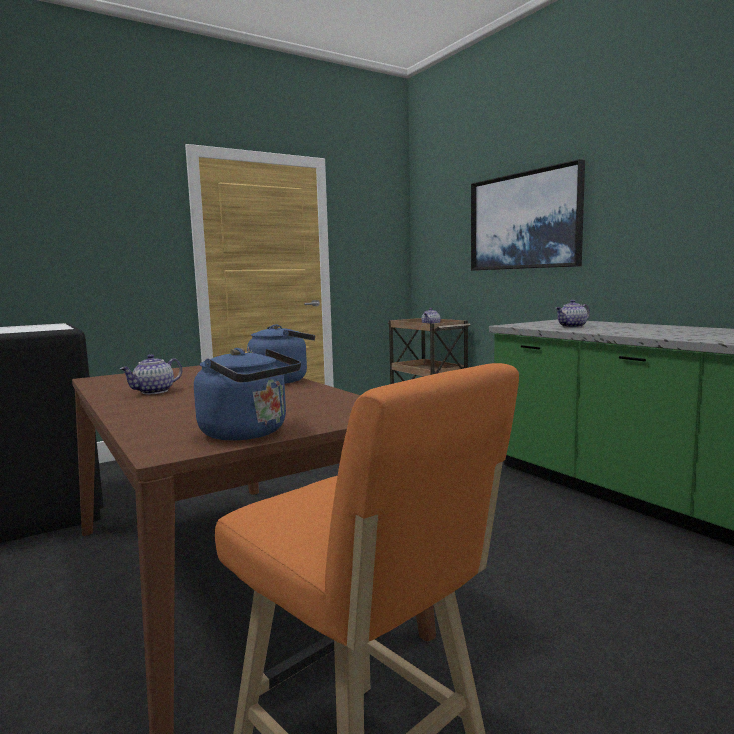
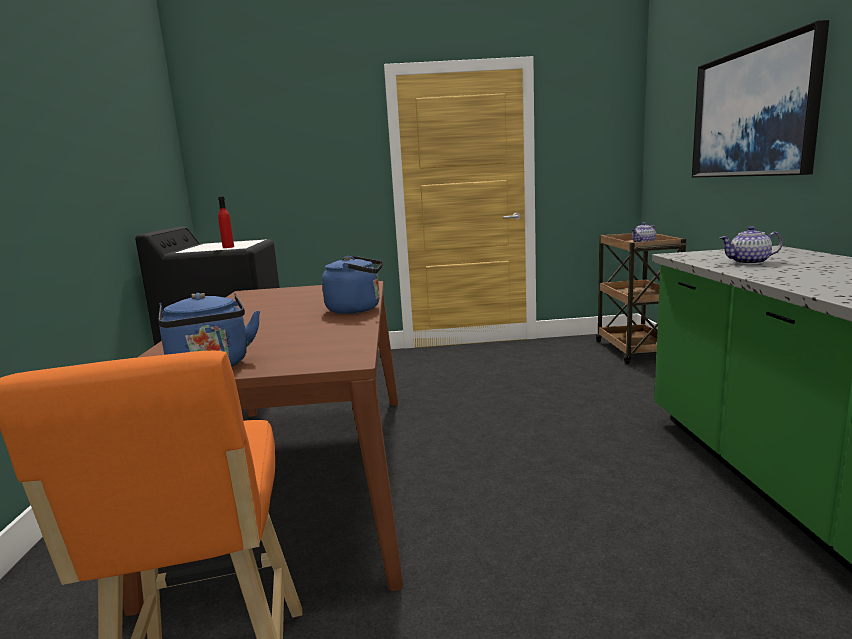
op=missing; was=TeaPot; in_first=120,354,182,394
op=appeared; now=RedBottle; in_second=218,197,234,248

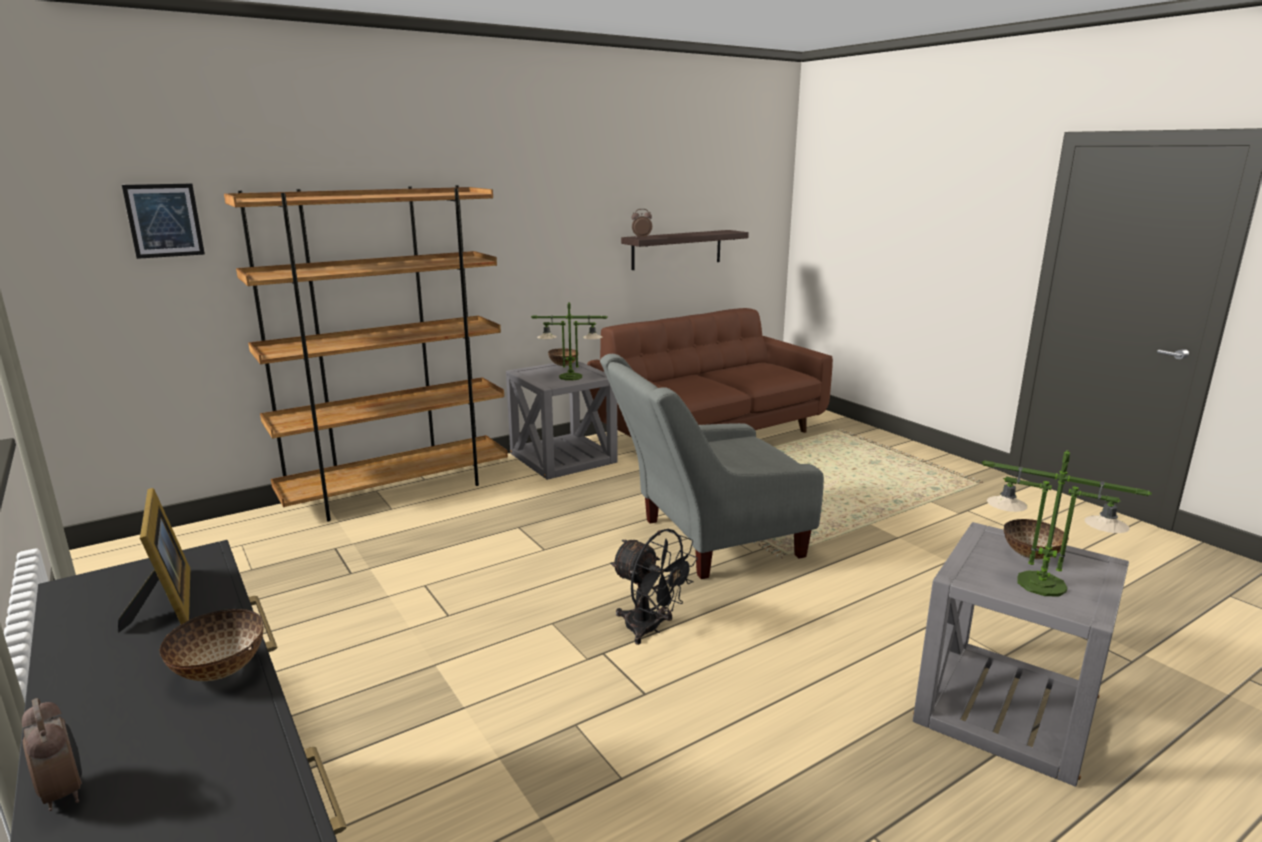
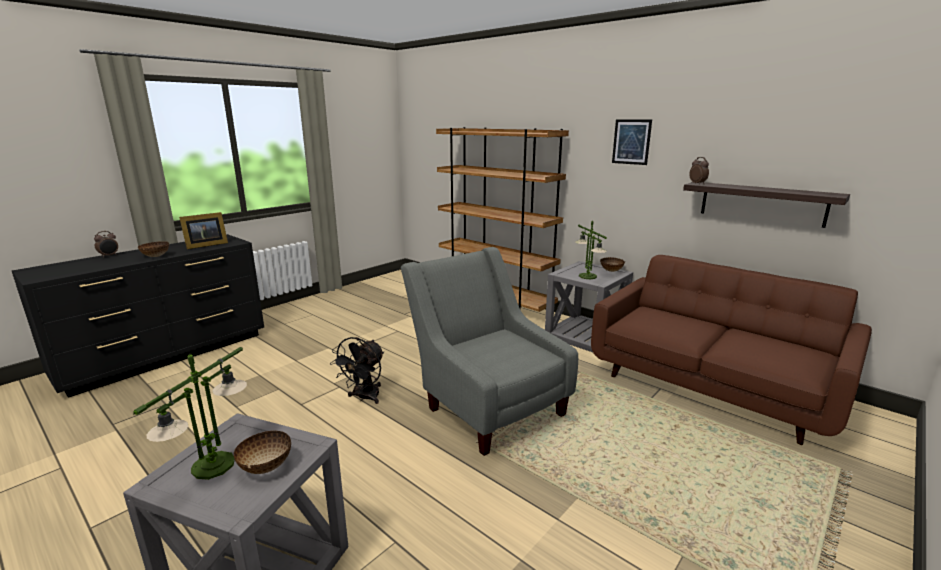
op=relocated; was=Picture; in_first=122,184,205,259; in_second=612,119,652,165

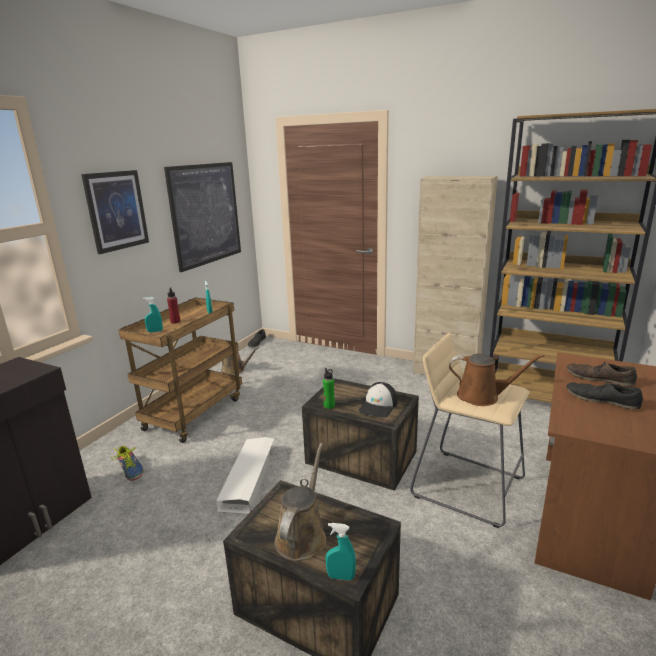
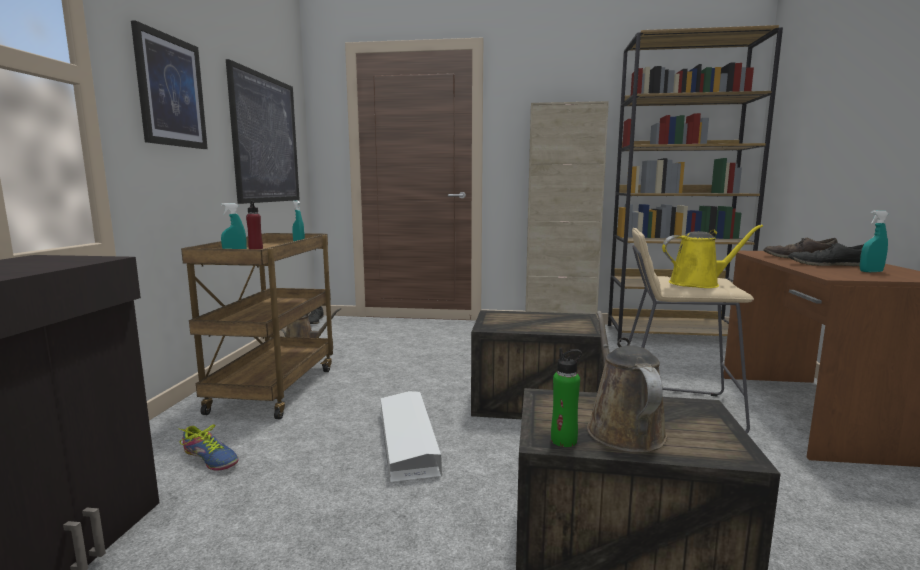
op=colour; was=BrownWateringCan; now=YellowishWateringCan; in_first=449,353,545,406; in_second=662,225,763,288
op=relocated; was=GreenColouredBottle; in_first=323,368,335,409; in_second=551,348,582,447
op=missing; was=Cap; in_first=358,382,397,418
op=relocated; was=TurquoiseColouredSprayer; in_first=326,523,356,580; in_second=860,210,889,272

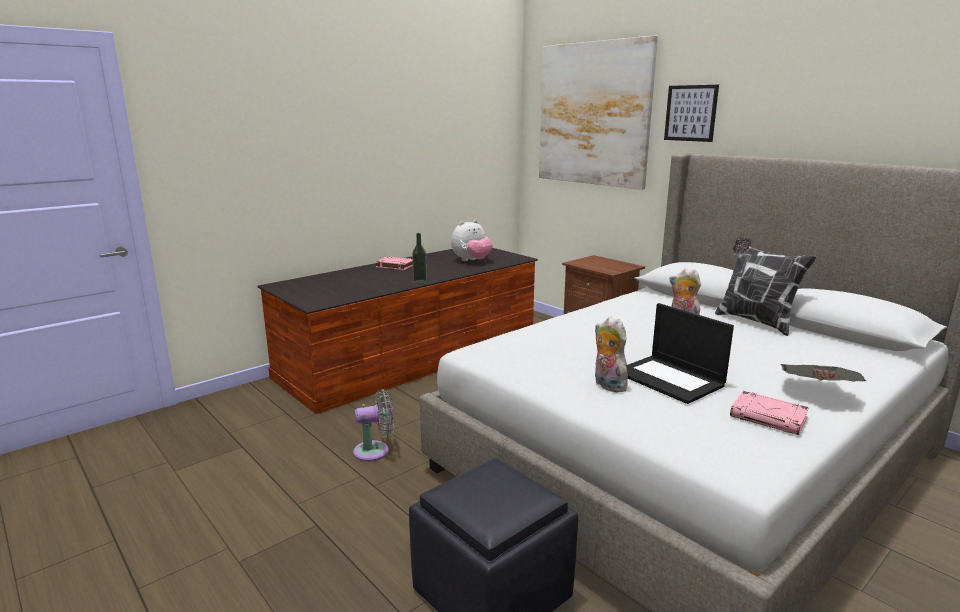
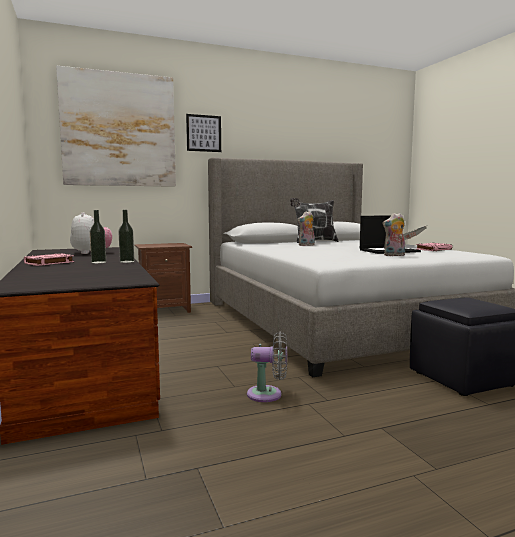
op=spun; was=GrayFan; in_first=353,389,394,462; in_second=247,332,287,402; clockwise=90
op=appeared; now=Bottle; in_second=90,210,106,263

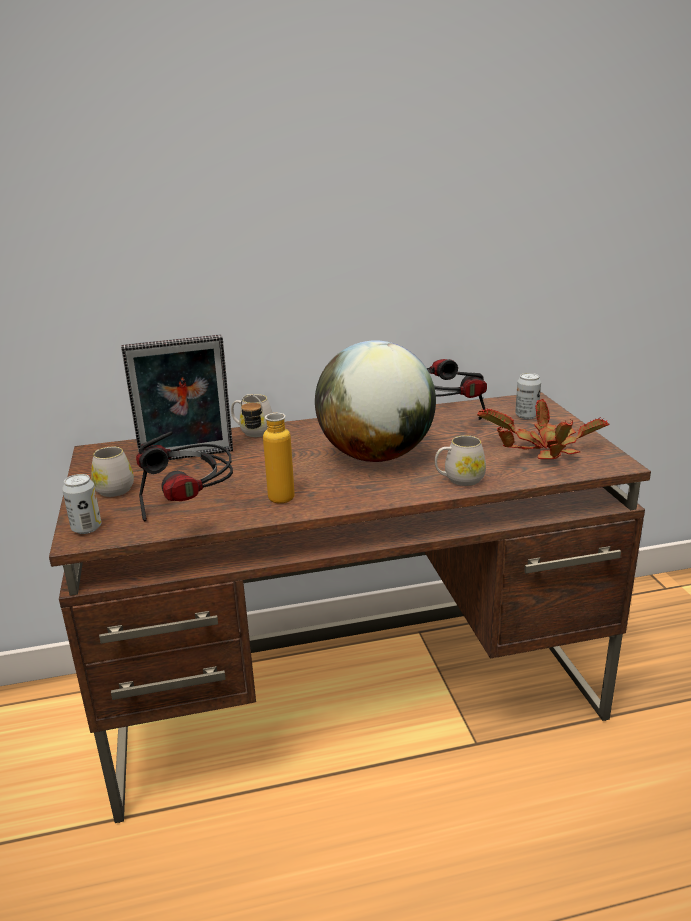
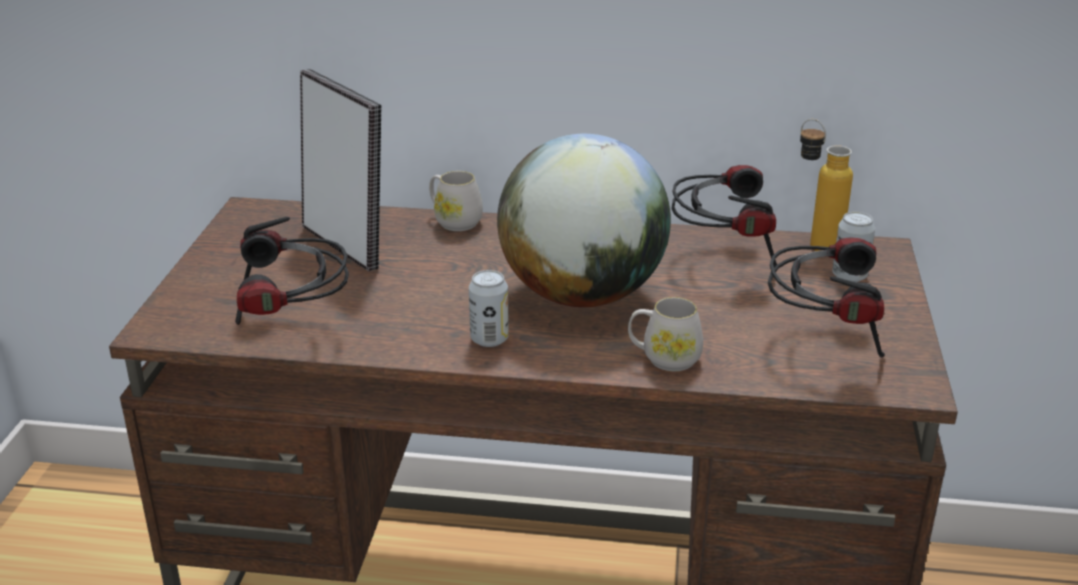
op=spun; was=StandingFrame; in_first=121,334,233,460; in_second=300,69,381,271; clockwise=-135
op=relocated; was=Bottle; in_first=241,394,295,504; in_second=800,119,853,251
op=exchanged; was=PlantInAPot; now=PairOfHeadphones; in_first=477,399,609,459; in_second=768,237,885,358
op=missing; was=WhitishCoffeeMug; in_first=91,447,134,497
op=relocated; was=SealedCan; in_first=62,474,101,534; in_second=469,270,509,347

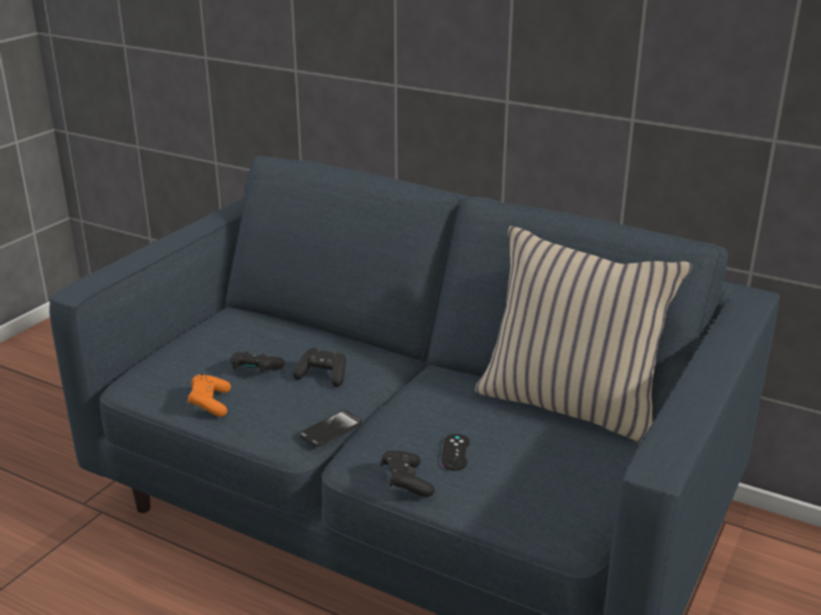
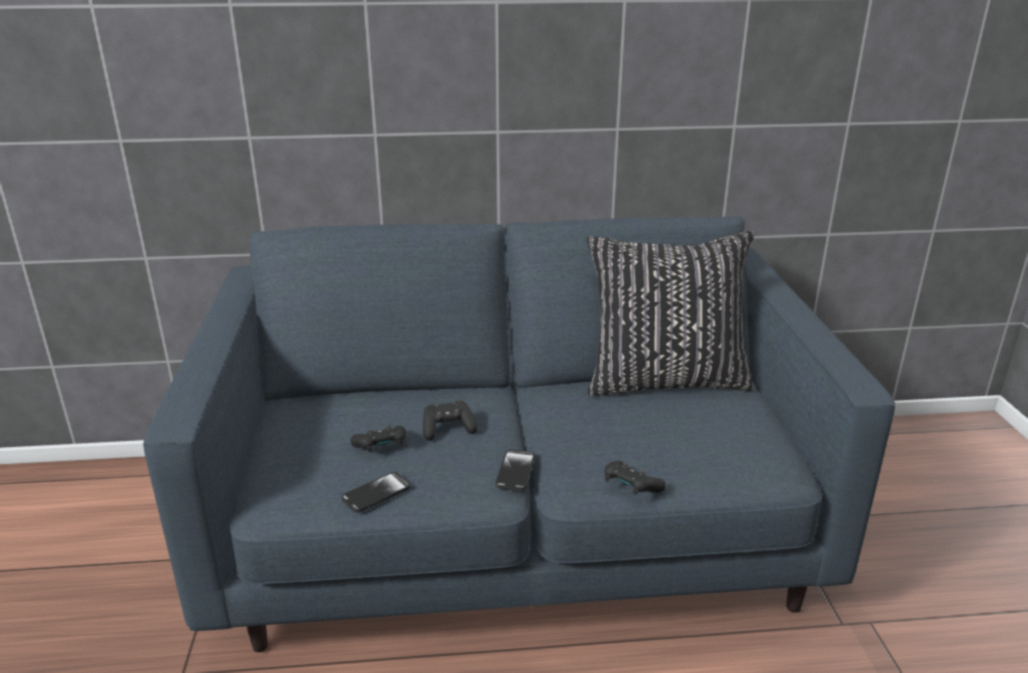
op=colour; was=BeigeThrowPillow; now=BlackishThrowPillow; in_first=475,226,693,444; in_second=587,231,754,396
op=exchanged; was=OrangeJoypad; now=Telephone; in_first=188,374,231,417; in_second=342,472,410,513
op=missing; was=BlackishJoypad; in_first=441,434,470,471

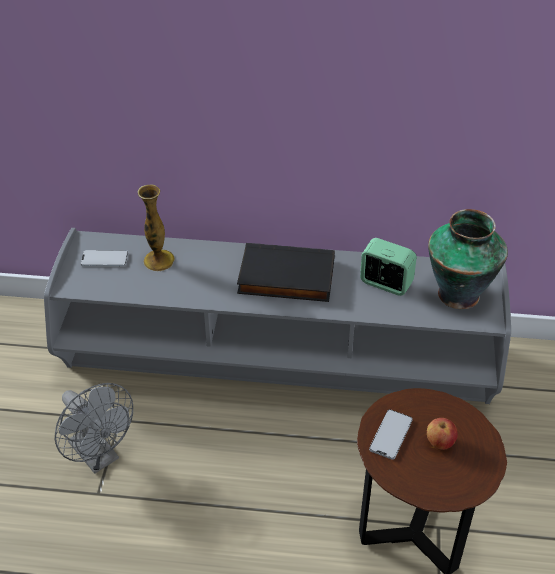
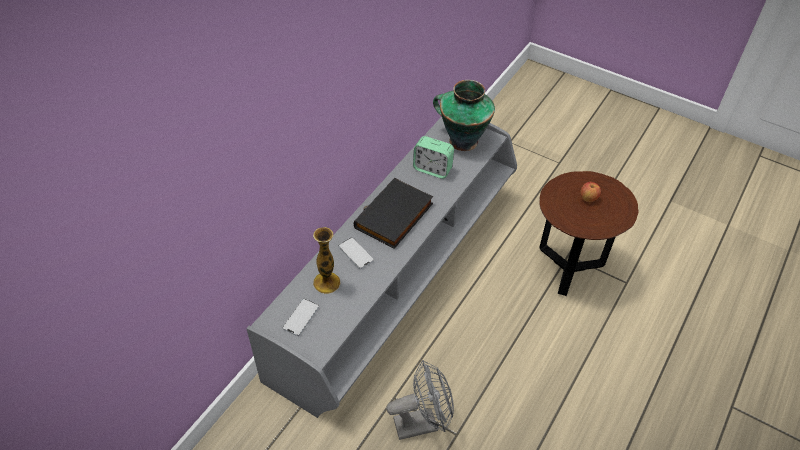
op=spun; was=BedsideClock; in_first=360,238,417,296; in_second=413,136,454,179; clockwise=-120
op=relocated; was=Telephone; in_first=369,409,413,460; in_second=338,237,374,269

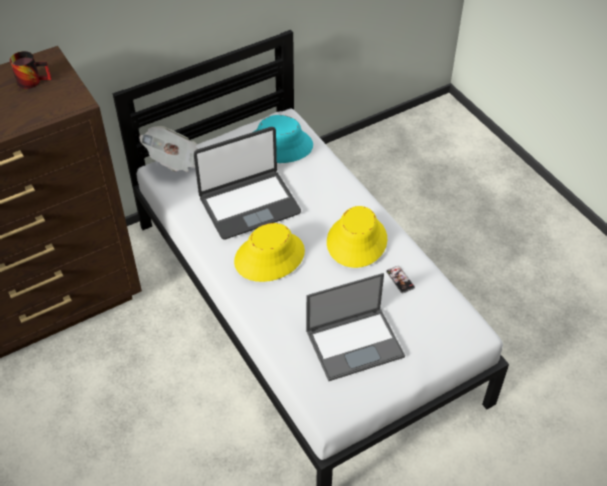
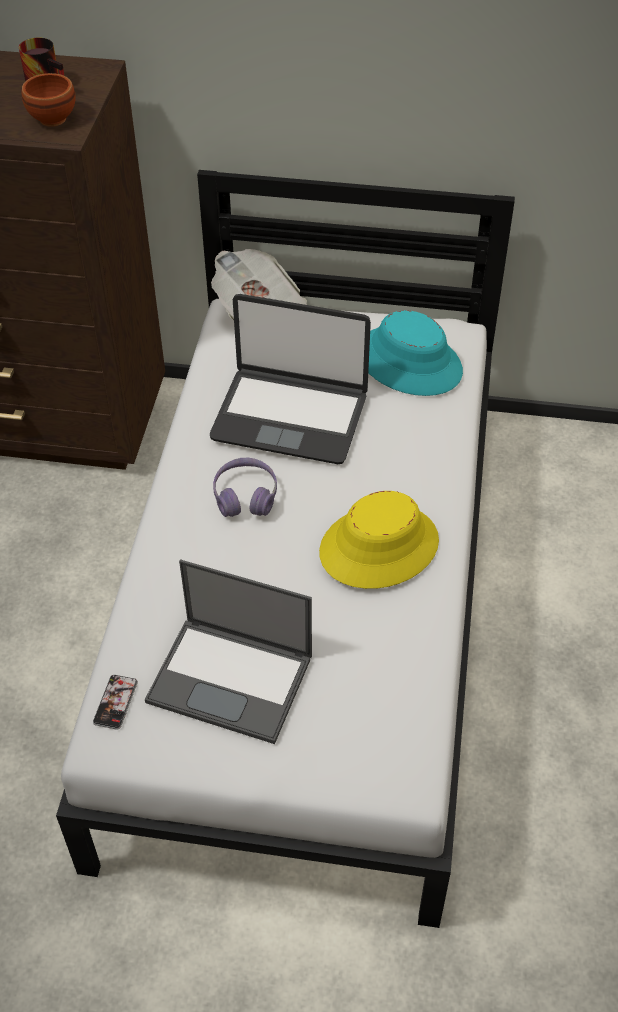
op=exchanged; was=YellowishHat; now=PurplePairOfHeadphones; in_first=234,223,305,282; in_second=213,458,277,517
op=relocated; was=Telephone; in_first=386,266,415,293; in_second=93,675,138,730
op=appeared; now=BrownDeepDish; in_second=21,73,76,127

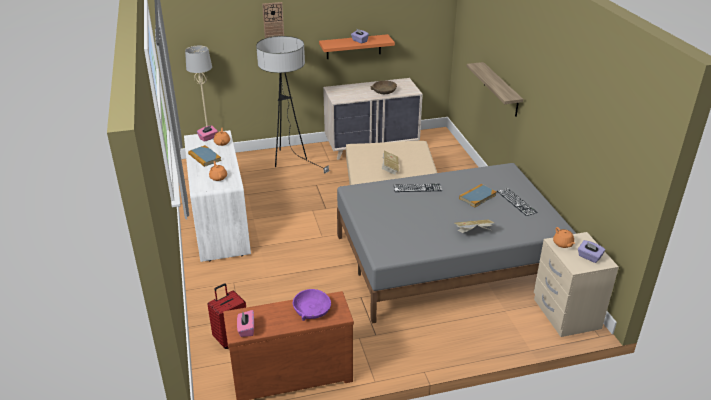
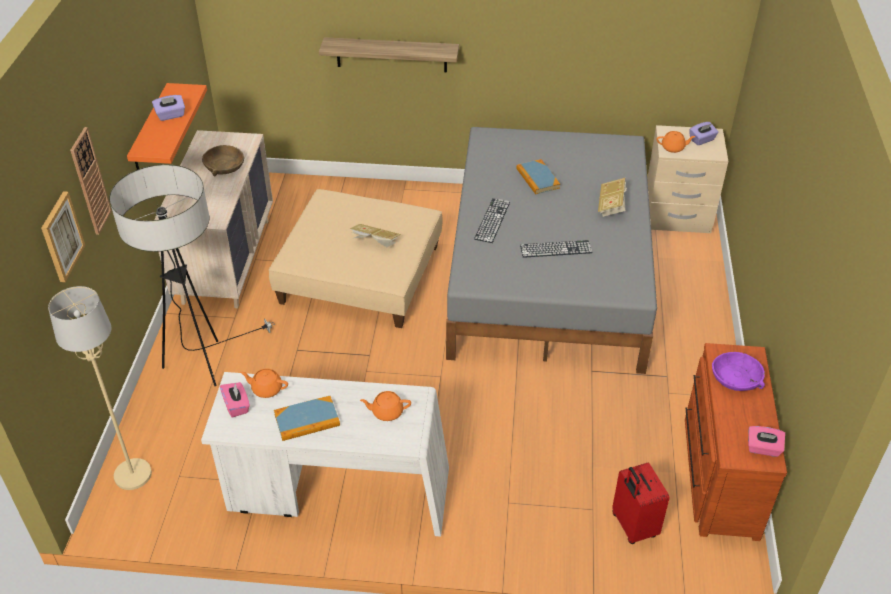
op=relocated; was=ComputerKeyboard; in_first=497,188,538,216; in_second=520,240,592,258
op=appeared; now=Picture; in_second=41,191,85,282

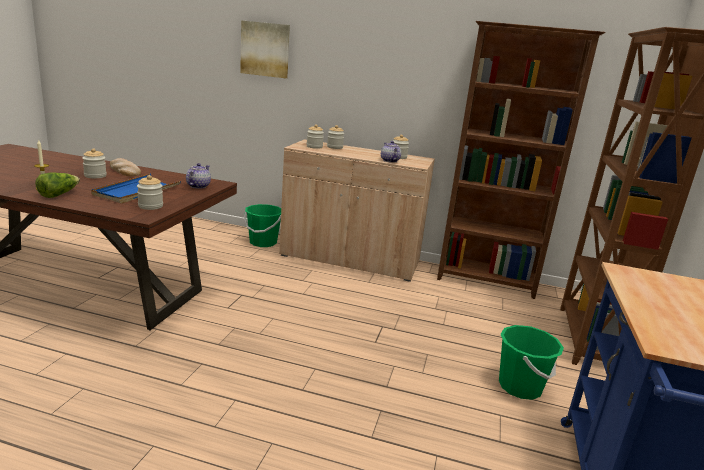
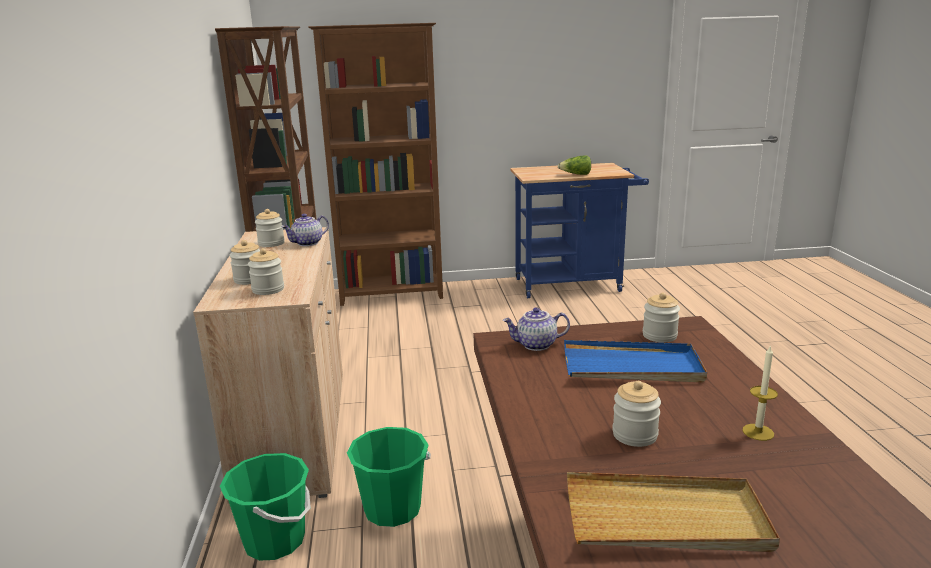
op=missing; was=Picture; in_first=240,20,290,78
op=missing; was=BakedBread; in_first=110,158,141,176
op=relocated; was=Lettuce; in_first=35,172,80,198; in_second=558,155,591,175
op=relocated; was=GreenColouredBucket; in_first=499,325,564,400; in_second=347,427,431,527
op=appeared; now=BeigeTray; in_second=567,472,780,552

